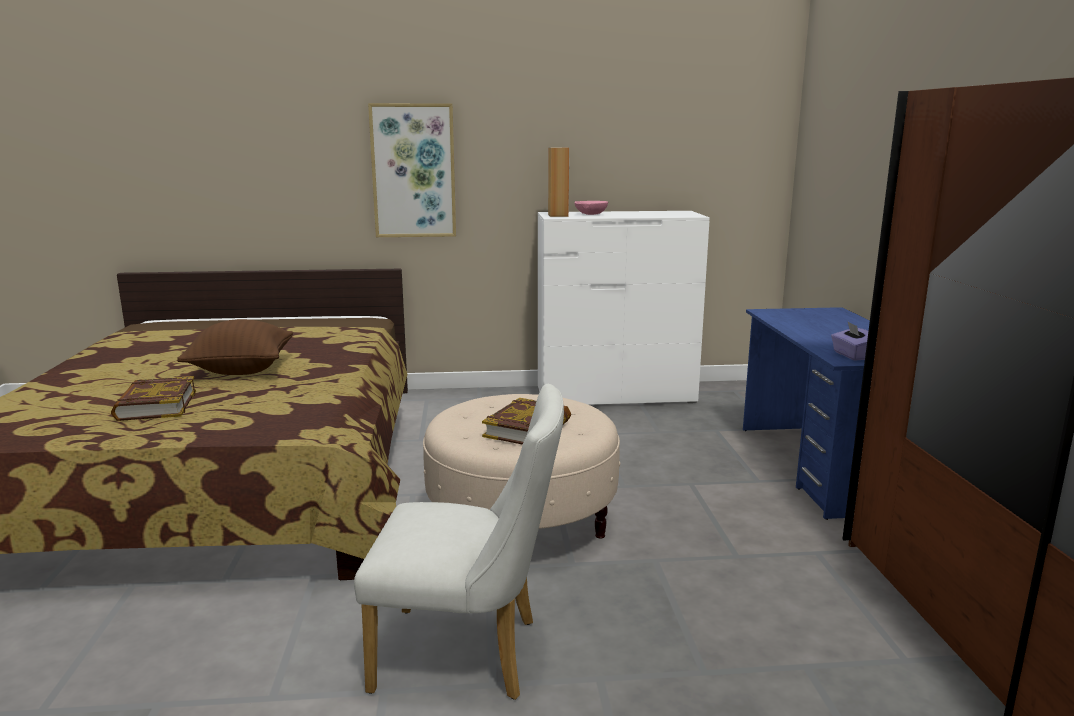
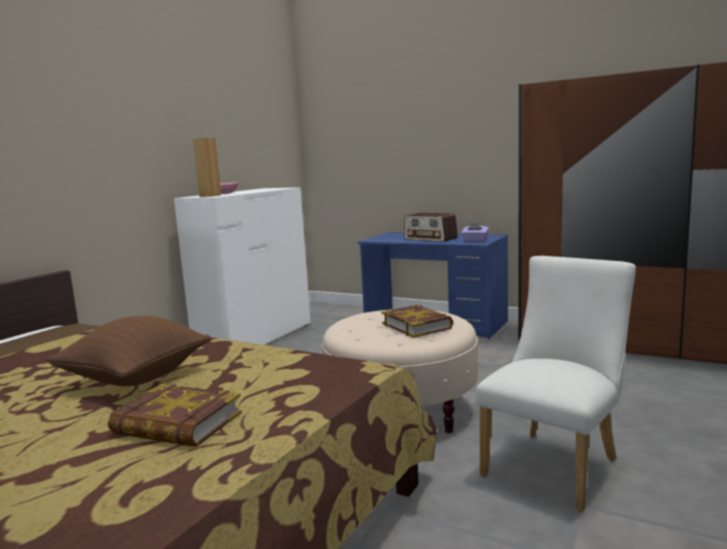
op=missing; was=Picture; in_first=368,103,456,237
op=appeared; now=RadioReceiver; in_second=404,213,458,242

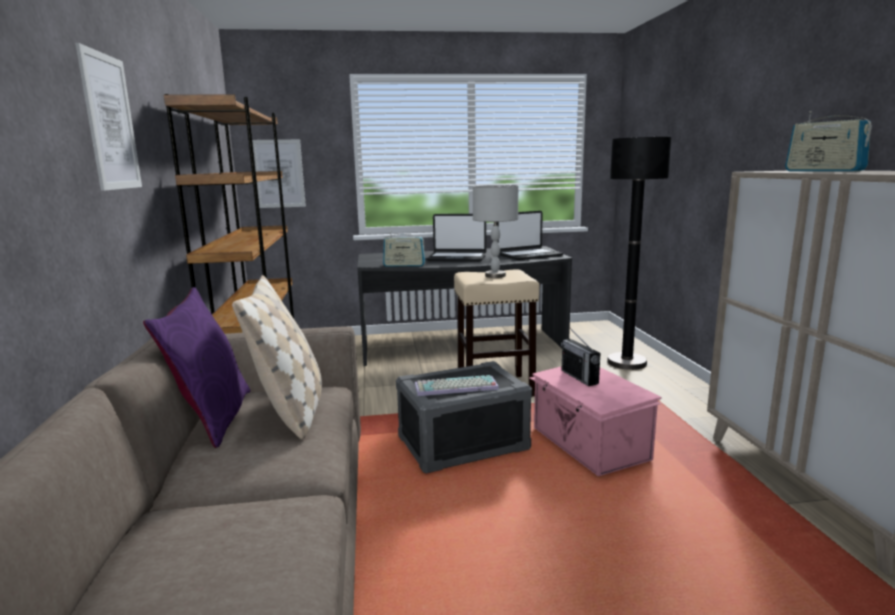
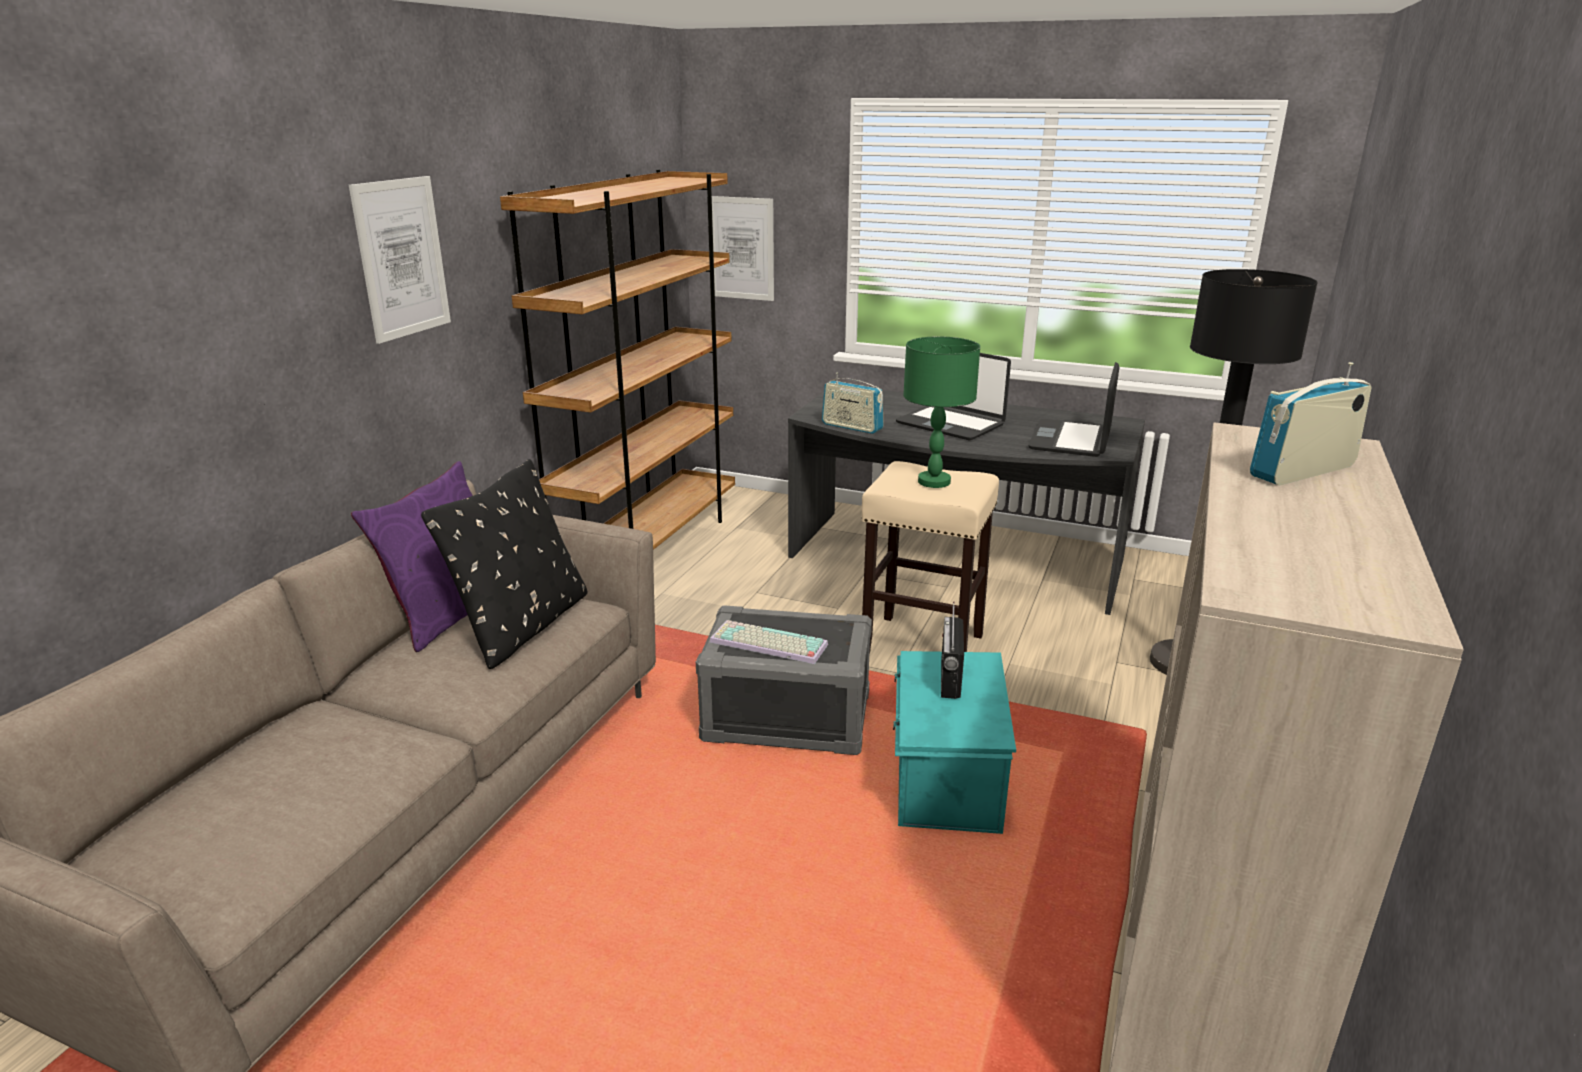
op=spun; was=RadioReceiver; in_first=785,111,872,171; in_second=1250,362,1372,486; clockwise=60
op=colour; was=GrayLampForATable; now=GreenColouredLampForATable; in_first=473,185,518,278; in_second=903,336,980,488
op=spun; was=Laptop; in_first=497,211,564,260; in_second=1028,362,1119,457; clockwise=105
op=colour; was=BeigeThrowPillow; now=BlackishThrowPillow; in_first=232,275,322,439; in_second=421,459,587,669
op=colour; was=PinkishStorageBin; now=TurquoiseColouredStorageBin; in_first=530,366,661,476; in_second=893,651,1016,834

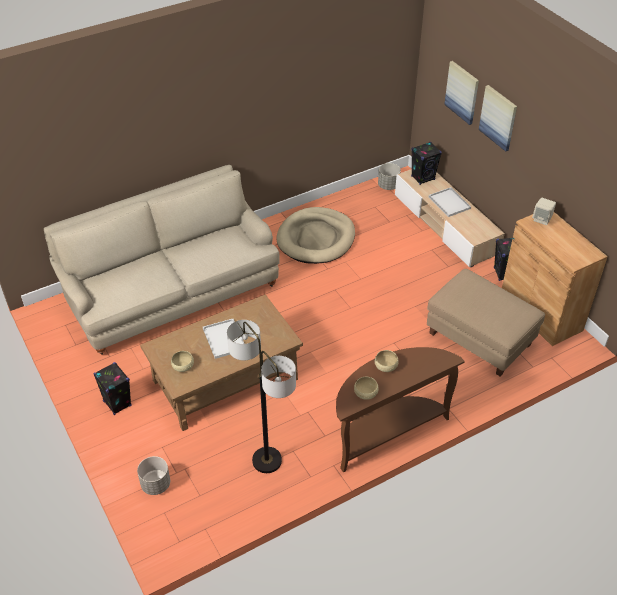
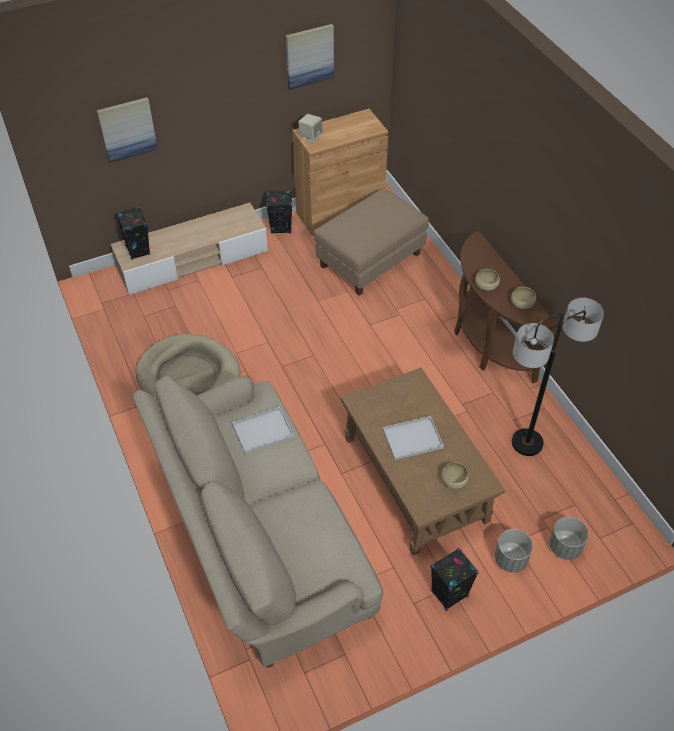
op=relocated; was=Picture; in_first=479,85,517,152; in_second=286,24,334,90
op=relocated; was=GrayPlanter; in_first=378,163,401,190; in_second=495,529,533,573
op=relocated; was=WhitishTray; in_first=429,187,471,217; in_second=232,407,294,454

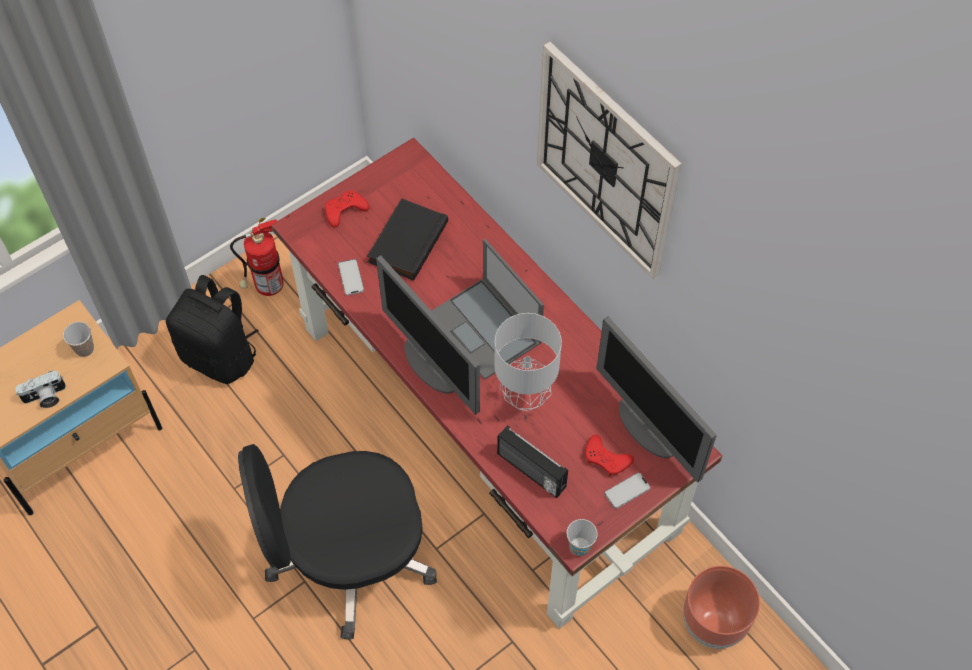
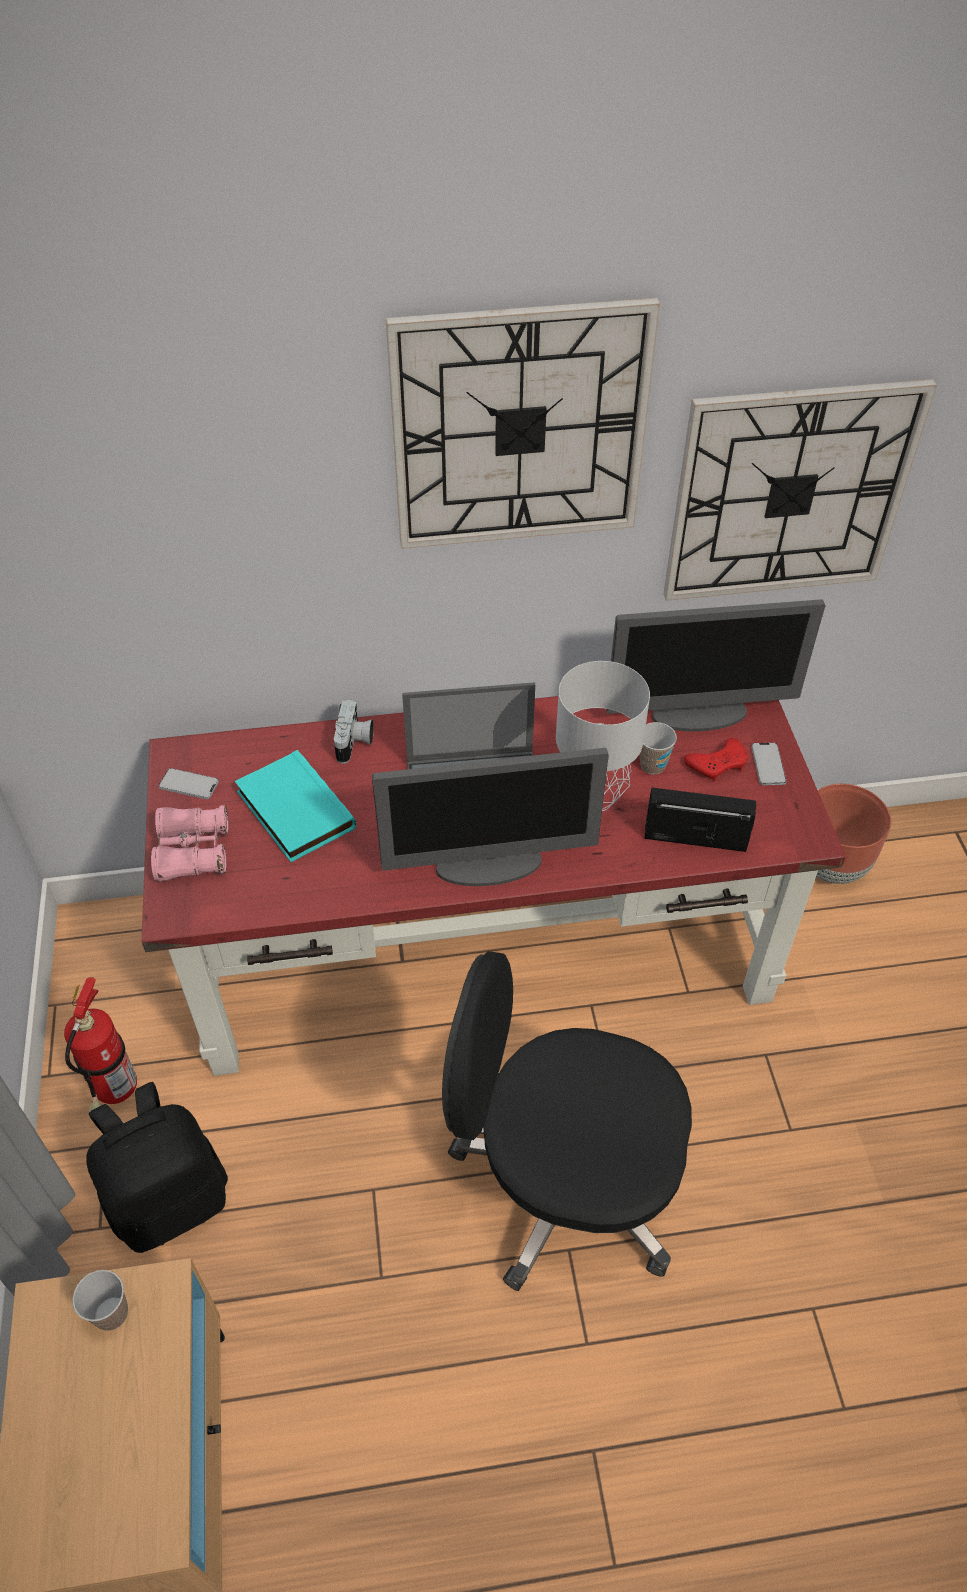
op=exchanged; was=RedJoypad; now=PinkishPairOfBinoculars; in_first=325,191,369,228; in_second=151,805,229,881
op=colour; was=BlackishBook; now=TurquoiseColouredBook; in_first=367,198,448,281; in_second=235,750,356,862
op=relocated; was=Telephone; in_first=338,259,364,296; in_second=158,768,219,799
op=relocated; was=StillCamera; in_first=15,370,66,408; in_second=334,699,374,764
op=spun; was=RadioReceiver; in_first=497,425,568,498; in_second=645,788,756,852; clockwise=-150
op=spun; was=BlackishComputerChair; in_first=238,444,437,639; in_second=442,951,692,1291; clockwise=90
op=relocated; was=Cup; in_first=566,519,598,556; in_second=640,722,677,774
op=appeared; now=ClockOnTheWall; in_second=663,379,937,601

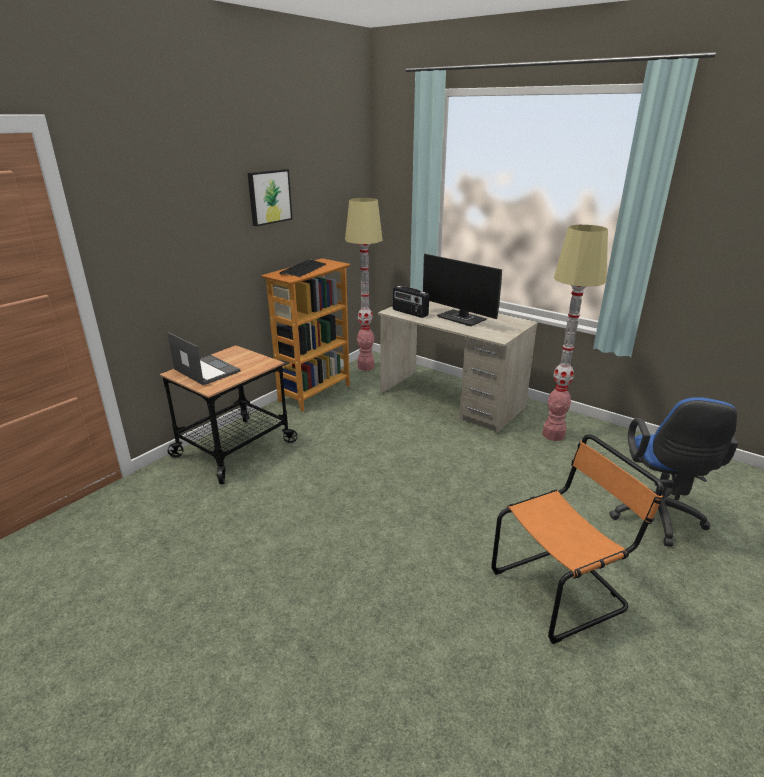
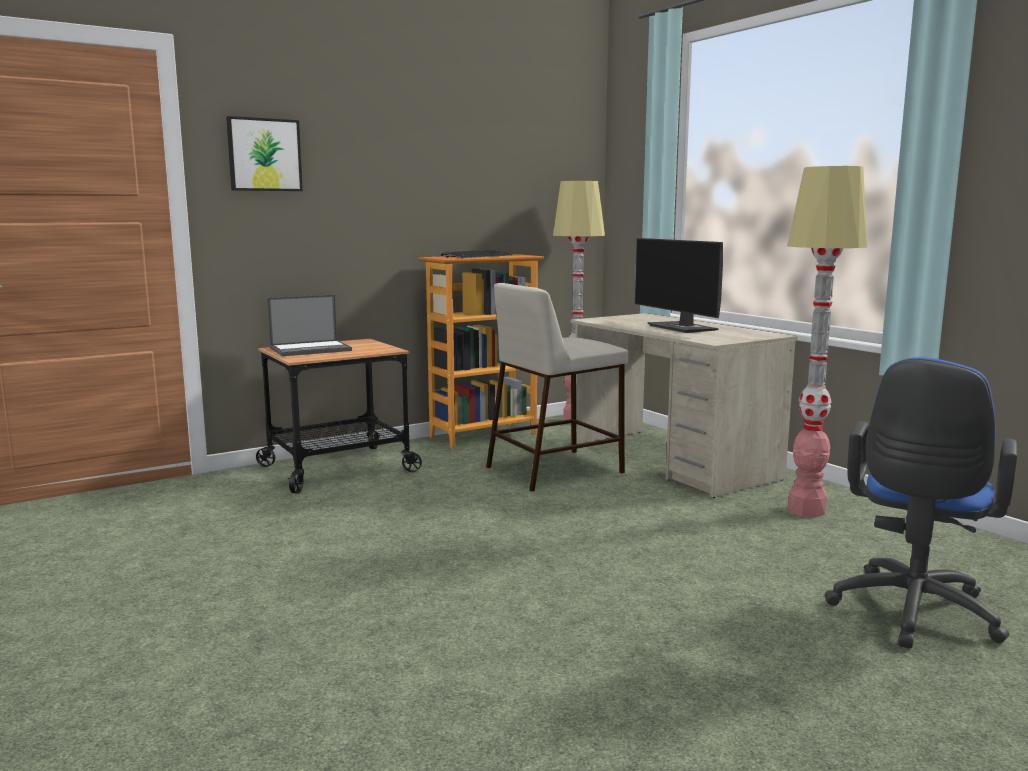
op=relocated; was=Picture; in_first=248,169,292,226; in_second=226,116,303,191
op=missing; was=RadioReceiver; in_first=393,286,429,318
op=spun; was=Laptop; in_first=167,332,241,385; in_second=267,294,352,356; clockwise=90
op=missing; was=OrangePlainChair; in_first=491,434,663,644
op=appeared; now=BeigeStoolSeat; in_second=486,283,629,492

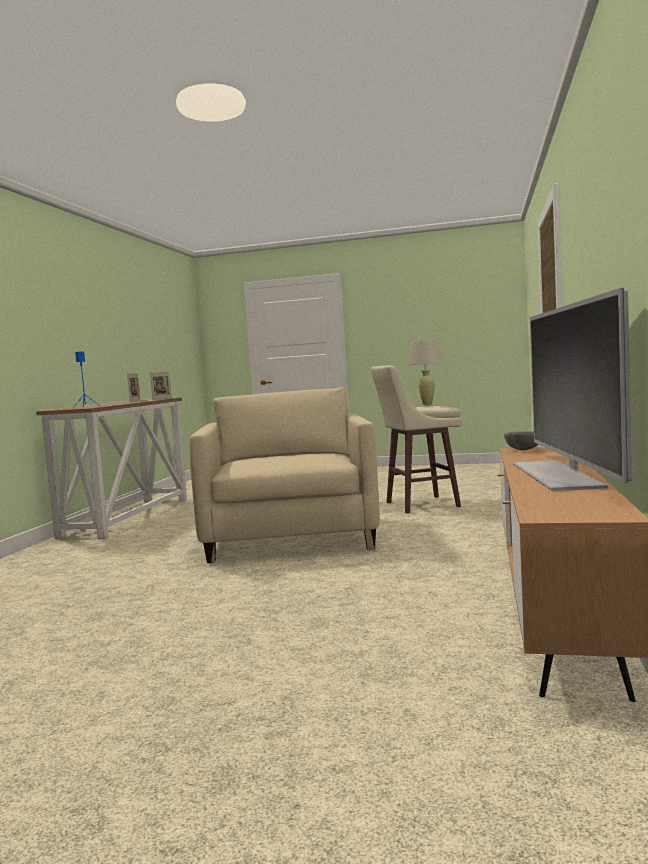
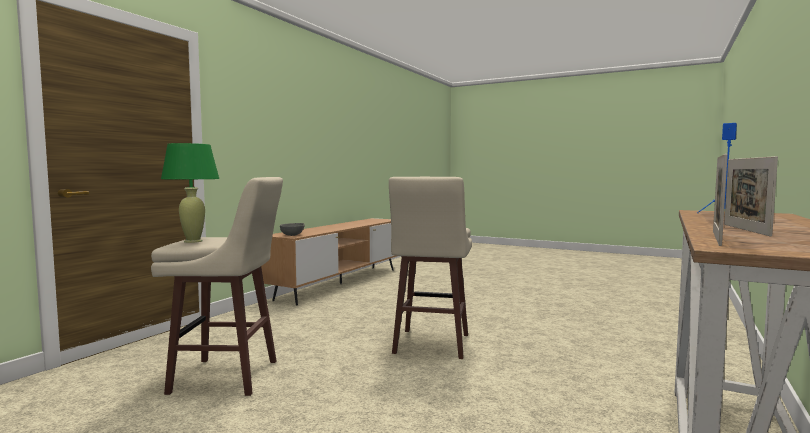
op=missing; was=Tv; in_first=513,288,632,491
op=colour; was=BeigeLampForATable; now=GreenColouredLampForATable; in_first=408,340,443,406; in_second=161,143,220,243
op=exchanged; was=BeigeLoungeChair; now=BeigeStoolSeat; in_first=189,387,380,563; in_second=389,177,472,359

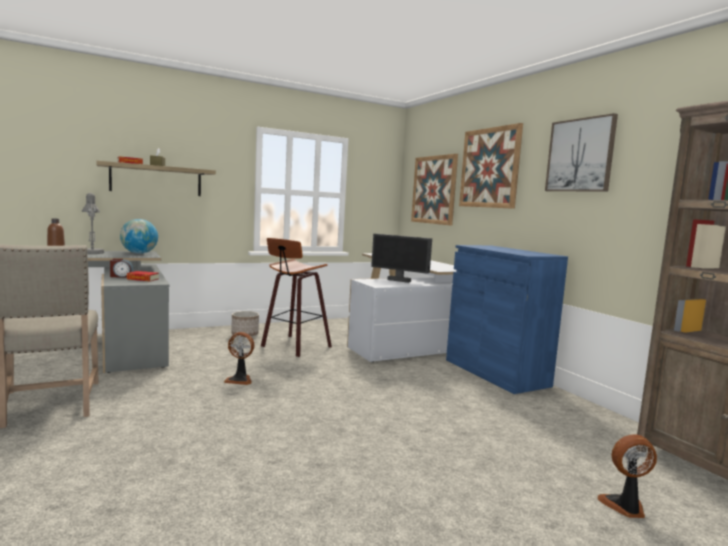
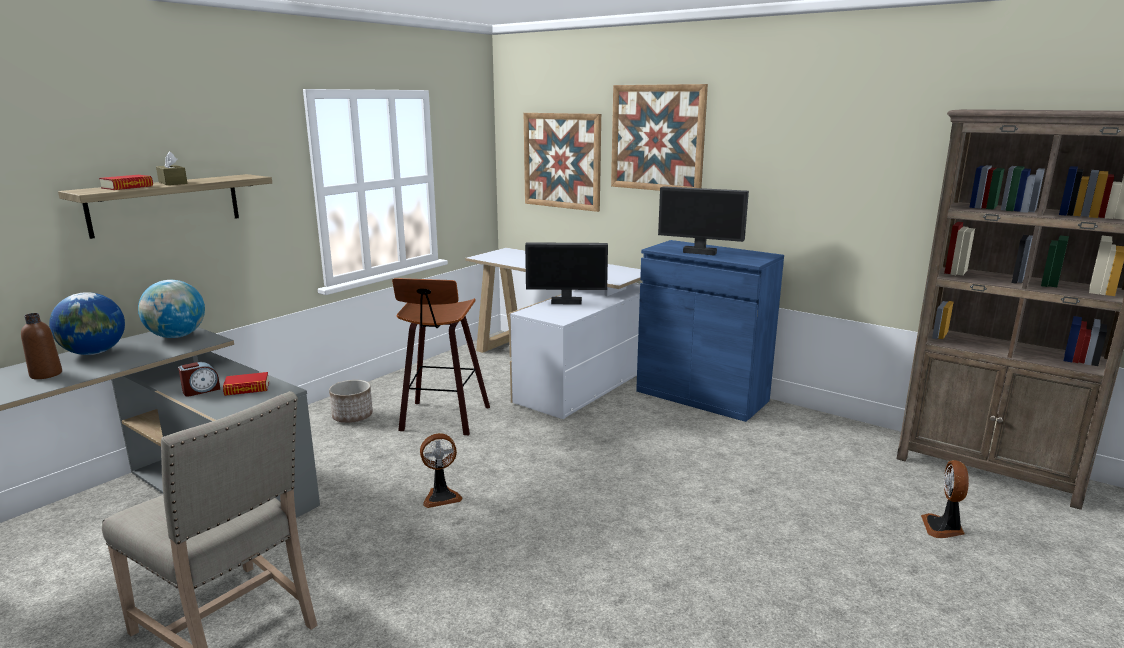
op=missing; was=Picture; in_first=545,113,618,191
op=exchanged; was=GrayLampForATable; now=DeskGlobe; in_first=82,193,104,254; in_second=49,292,125,355
op=spun; was=Fan; in_first=597,434,657,518; in_second=921,460,969,538; clockwise=-45
op=appeared; now=ComputerScreen; in_second=658,186,749,255

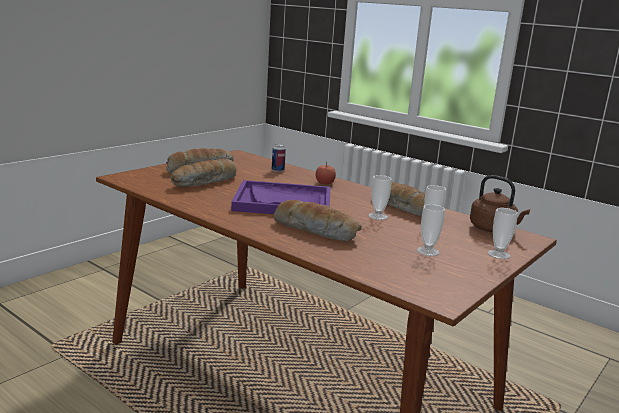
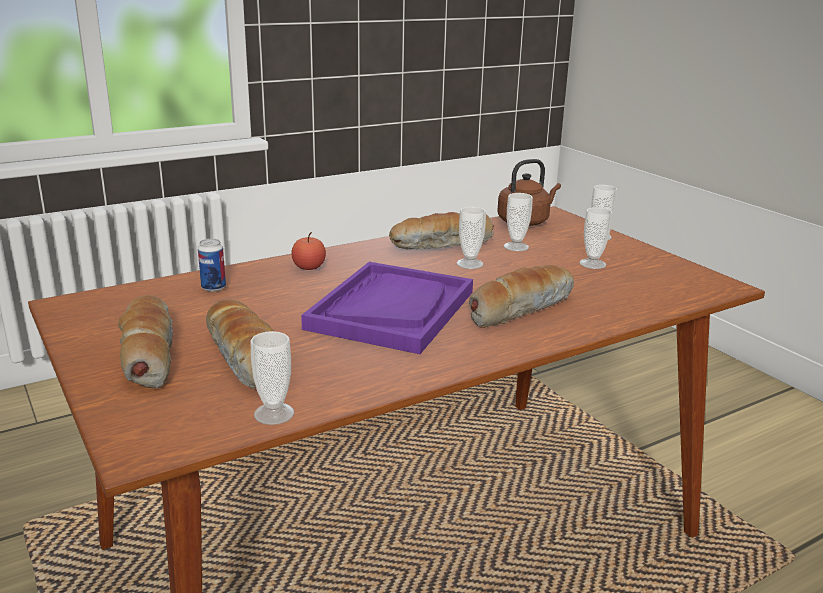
op=appeared; now=Cup; in_second=250,331,294,425

